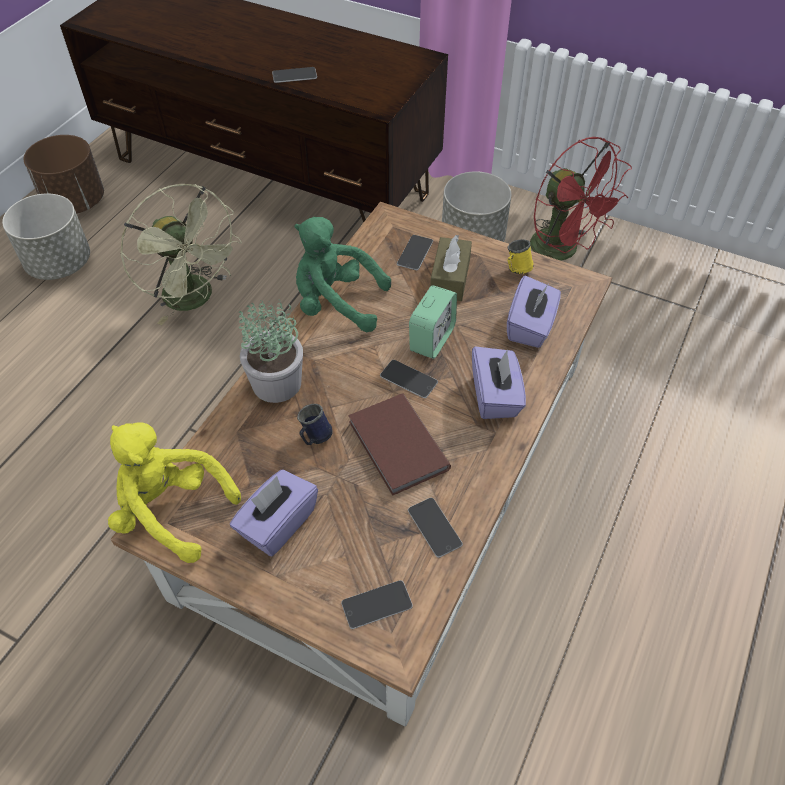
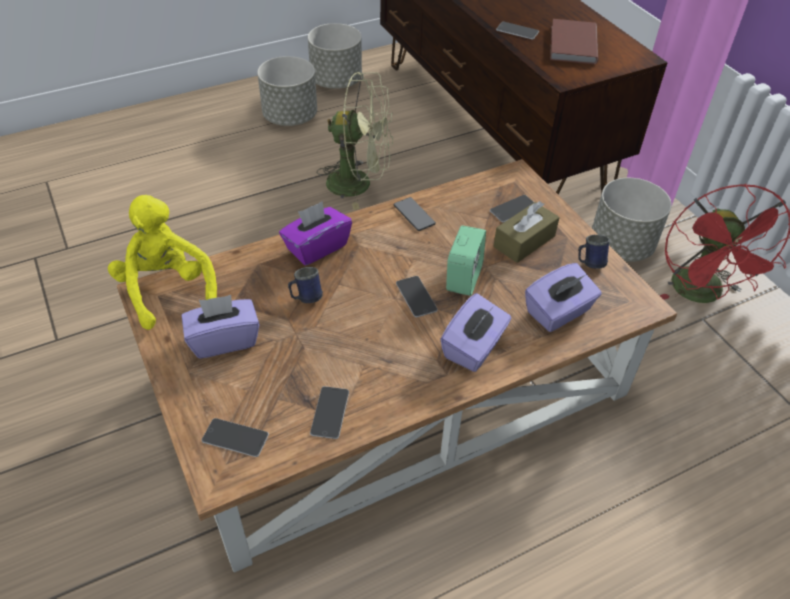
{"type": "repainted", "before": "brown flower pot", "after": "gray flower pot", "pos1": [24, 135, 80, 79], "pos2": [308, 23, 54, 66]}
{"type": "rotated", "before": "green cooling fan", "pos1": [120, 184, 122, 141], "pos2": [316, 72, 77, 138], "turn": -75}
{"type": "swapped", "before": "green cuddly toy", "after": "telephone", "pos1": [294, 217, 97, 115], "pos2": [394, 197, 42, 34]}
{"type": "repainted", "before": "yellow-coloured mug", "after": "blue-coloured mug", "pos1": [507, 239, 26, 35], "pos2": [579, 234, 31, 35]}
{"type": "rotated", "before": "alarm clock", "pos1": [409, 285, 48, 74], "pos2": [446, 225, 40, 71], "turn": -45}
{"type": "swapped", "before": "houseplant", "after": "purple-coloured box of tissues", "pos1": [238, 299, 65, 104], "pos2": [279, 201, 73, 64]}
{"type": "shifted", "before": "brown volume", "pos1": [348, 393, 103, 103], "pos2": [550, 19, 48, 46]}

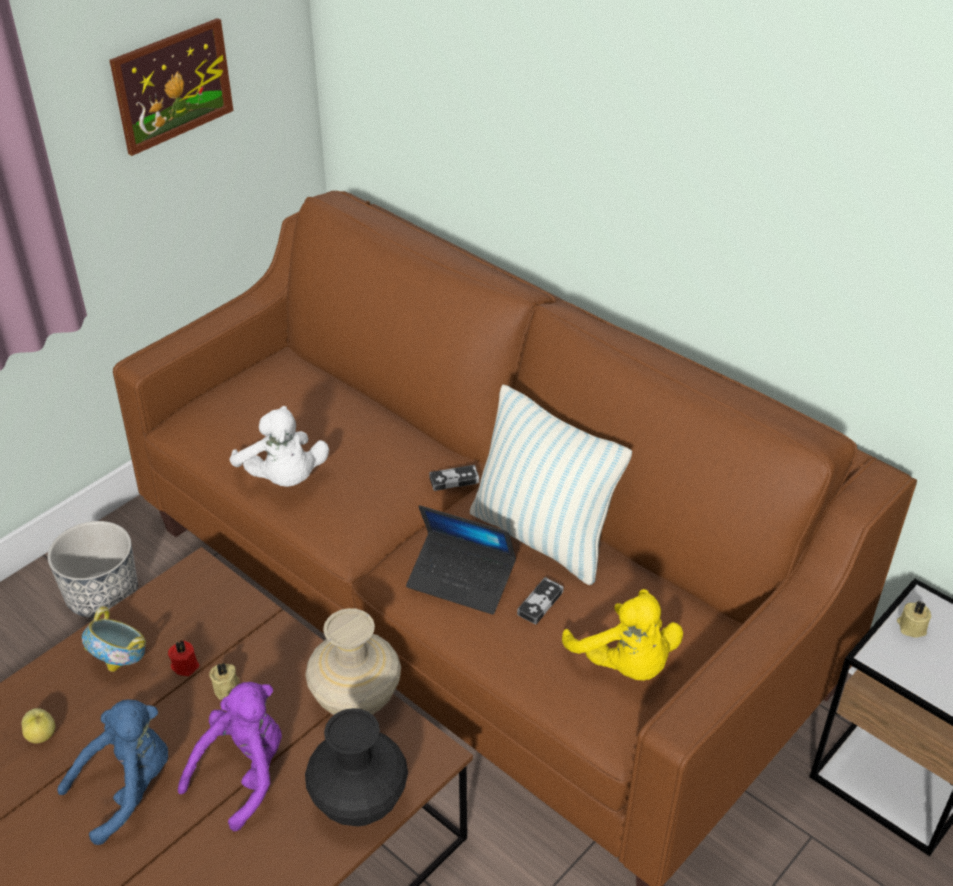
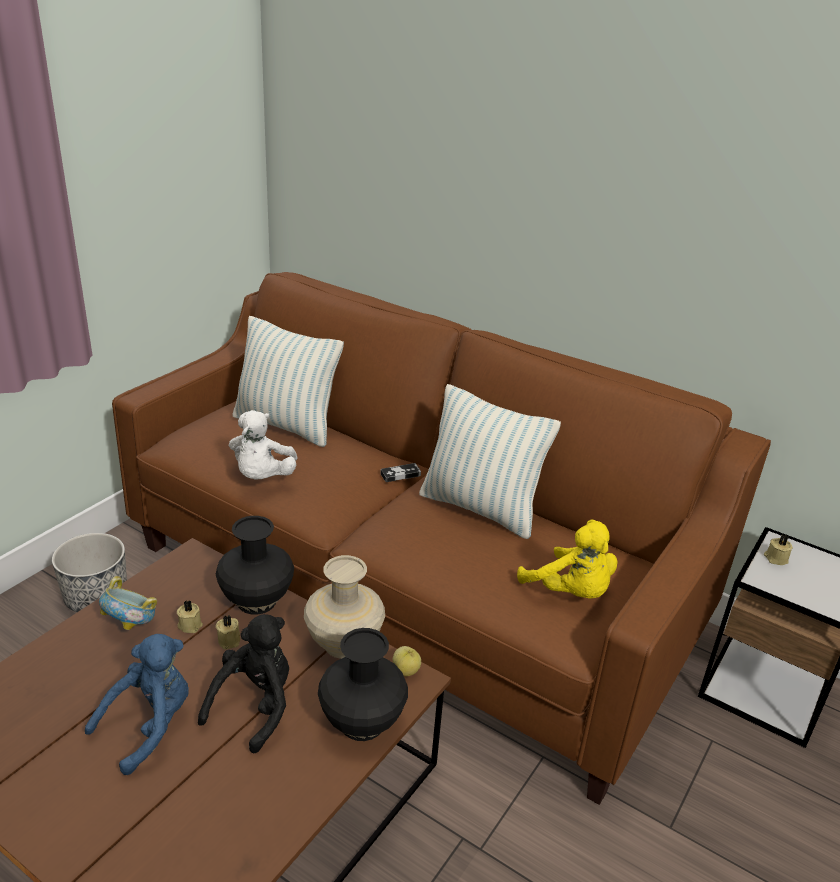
{"type": "gone", "before": "wall picture", "pos1": [109, 18, 124, 138]}
{"type": "rotated", "before": "white cuddly toy", "pos1": [229, 406, 100, 81], "pos2": [229, 410, 69, 69], "turn": 45}
{"type": "gone", "before": "portable computer", "pos1": [406, 505, 110, 110]}
{"type": "gone", "before": "game controller", "pos1": [517, 577, 47, 47]}
{"type": "repainted", "before": "red wax candle", "after": "sand-coloured wax candle", "pos1": [168, 640, 31, 36], "pos2": [177, 600, 26, 33]}
{"type": "repainted", "before": "purple-coloured cuddly toy", "after": "blackish cuddly toy", "pos1": [178, 682, 104, 149], "pos2": [198, 614, 91, 139]}
{"type": "shifted", "before": "apple fruit", "pos1": [22, 708, 33, 36], "pos2": [393, 646, 28, 30]}
{"type": "new", "after": "cushion", "pos2": [232, 316, 112, 131]}
{"type": "new", "after": "blackish decorative vase", "pos2": [216, 516, 78, 99]}

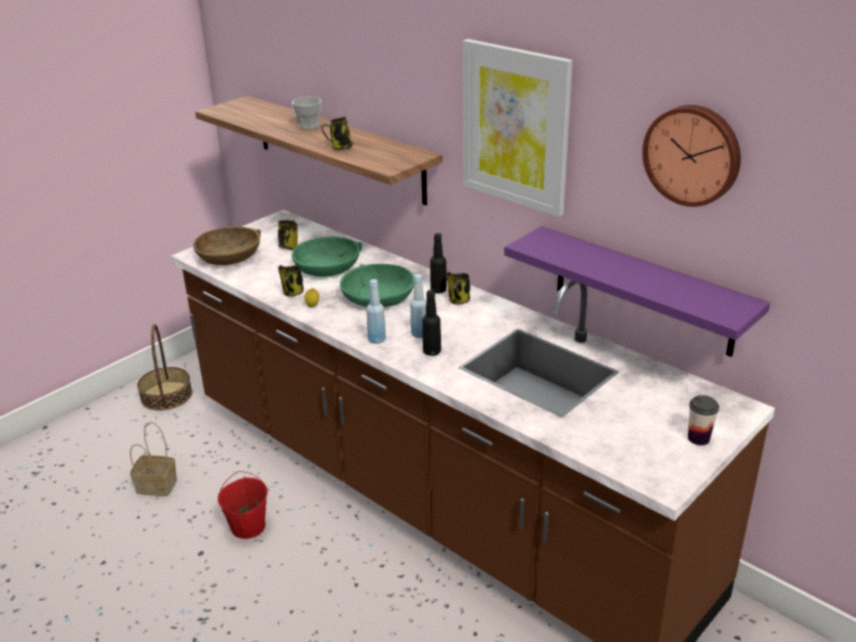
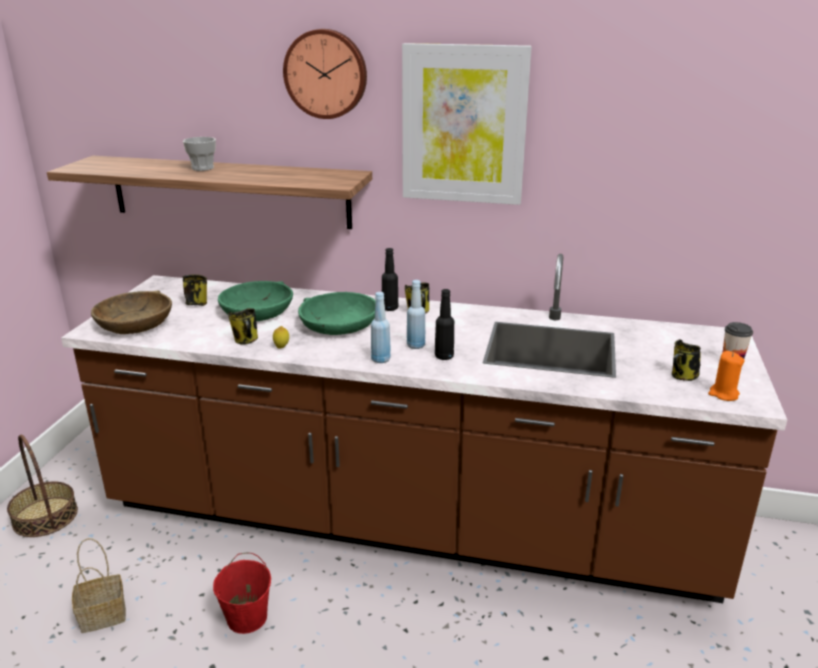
{"type": "shifted", "before": "clock on the wall", "pos1": [642, 105, 99, 102], "pos2": [283, 29, 84, 90]}
{"type": "shifted", "before": "mug", "pos1": [321, 117, 32, 33], "pos2": [672, 339, 29, 42]}
{"type": "gone", "before": "purple-coloured wall shelf", "pos1": [504, 226, 266, 131]}
{"type": "new", "after": "orangey wax candle", "pos2": [708, 351, 37, 50]}

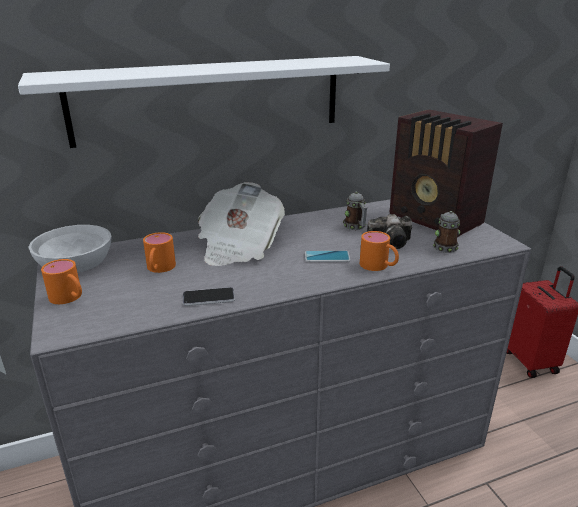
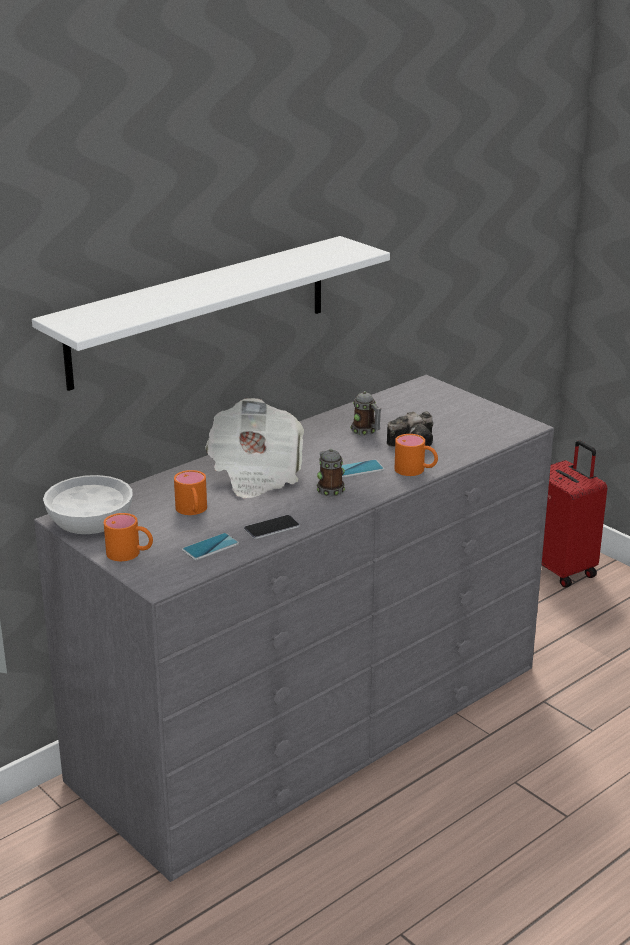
{"type": "gone", "before": "radio", "pos1": [389, 110, 114, 127]}
{"type": "shifted", "before": "mug", "pos1": [433, 211, 27, 42], "pos2": [317, 449, 28, 48]}
{"type": "new", "after": "telephone", "pos2": [182, 533, 57, 27]}

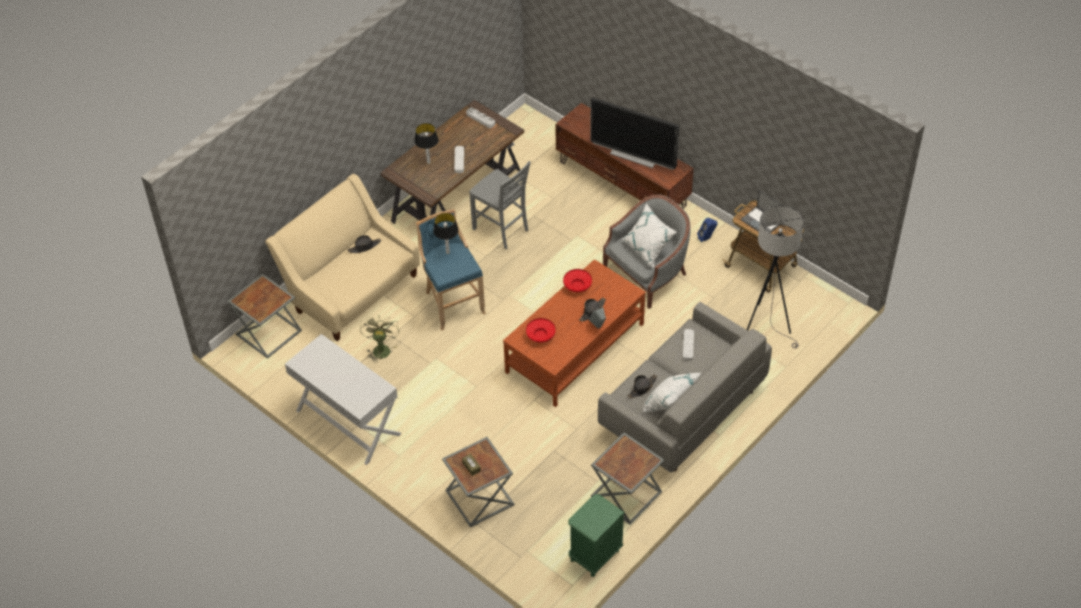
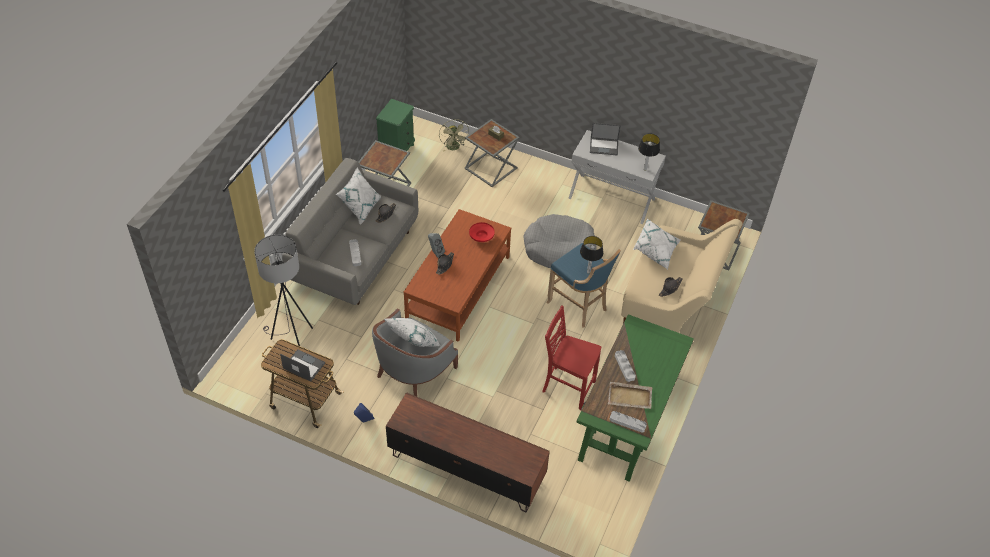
{"type": "gone", "before": "TV set", "pos1": [590, 97, 89, 73]}
{"type": "repainted", "before": "brown desk", "after": "green desk", "pos1": [380, 100, 144, 124], "pos2": [576, 314, 118, 168]}
{"type": "shifted", "before": "table lamp", "pos1": [415, 123, 24, 41], "pos2": [638, 134, 22, 37]}
{"type": "repainted", "before": "gray plain chair", "after": "red plain chair", "pos1": [469, 161, 62, 88], "pos2": [542, 305, 59, 105]}
{"type": "gone", "before": "red serving bowl", "pos1": [563, 269, 29, 23]}
{"type": "shifted", "before": "green cooling fan", "pos1": [360, 315, 39, 48], "pos2": [439, 119, 30, 33]}
{"type": "new", "after": "portable computer", "pos2": [590, 123, 31, 33]}
{"type": "new", "after": "gray dog cushion", "pos2": [523, 214, 74, 54]}
{"type": "new", "after": "white cushion", "pos2": [633, 219, 48, 51]}
{"type": "new", "after": "sand-coloured carrying tray", "pos2": [608, 382, 44, 27]}

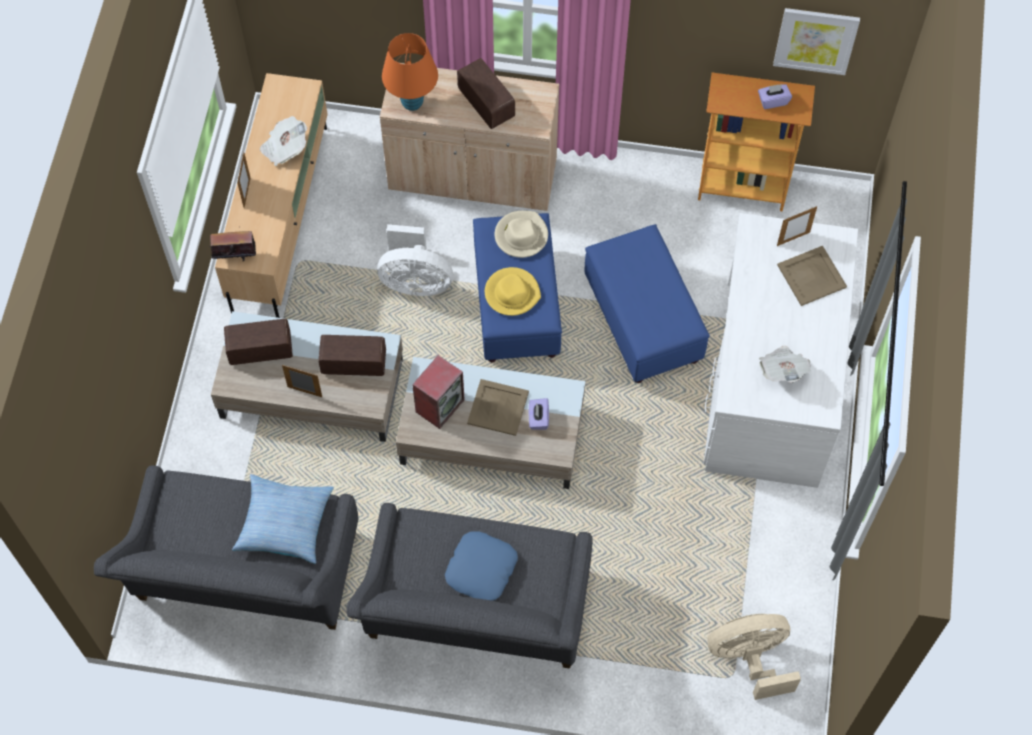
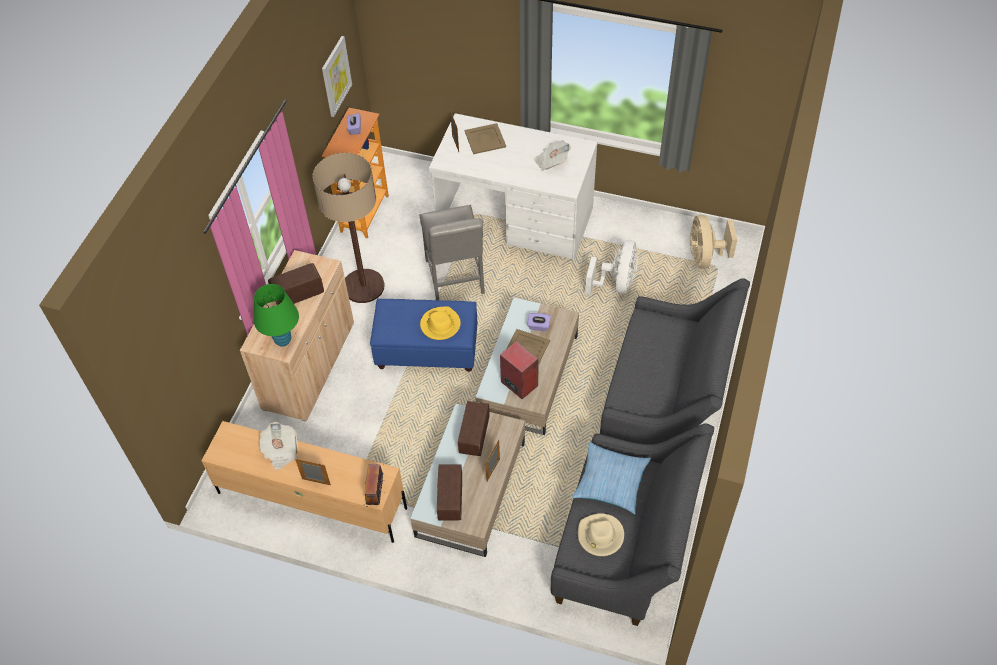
{"type": "repainted", "before": "orangey table lamp", "after": "green table lamp", "pos1": [382, 33, 56, 78], "pos2": [254, 284, 45, 63]}
{"type": "shifted", "before": "sand-coloured hat", "pos1": [495, 211, 53, 47], "pos2": [578, 513, 46, 43]}
{"type": "shifted", "before": "white cooling fan", "pos1": [377, 224, 76, 72], "pos2": [585, 240, 53, 56]}
{"type": "swapped", "before": "blue-coloured pouffe", "after": "gray plain chair", "pos1": [585, 224, 125, 159], "pos2": [420, 205, 65, 95]}
{"type": "gone", "before": "blue-coloured cushion", "pos1": [445, 532, 73, 69]}
{"type": "new", "after": "floor lamp", "pos2": [313, 153, 72, 150]}

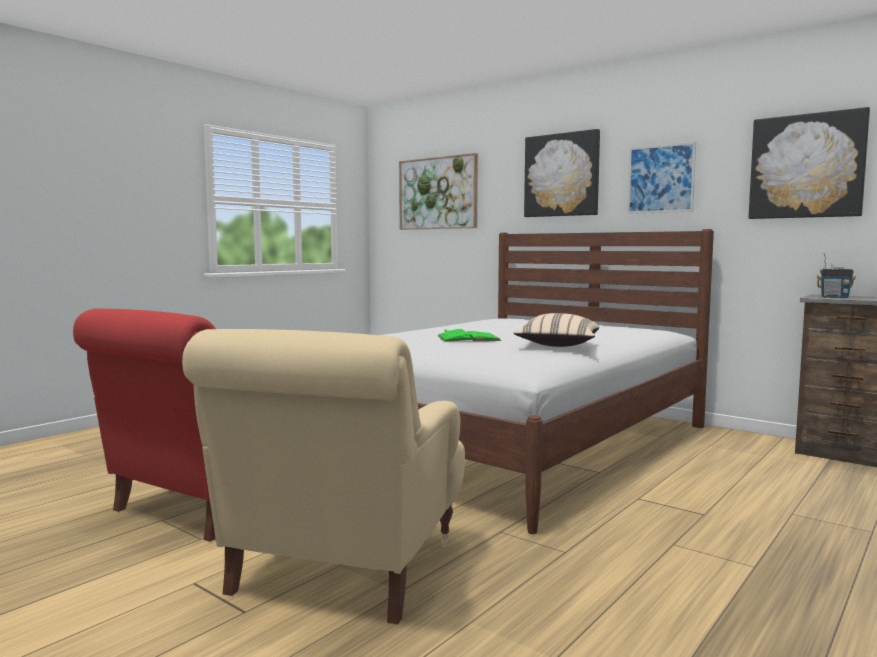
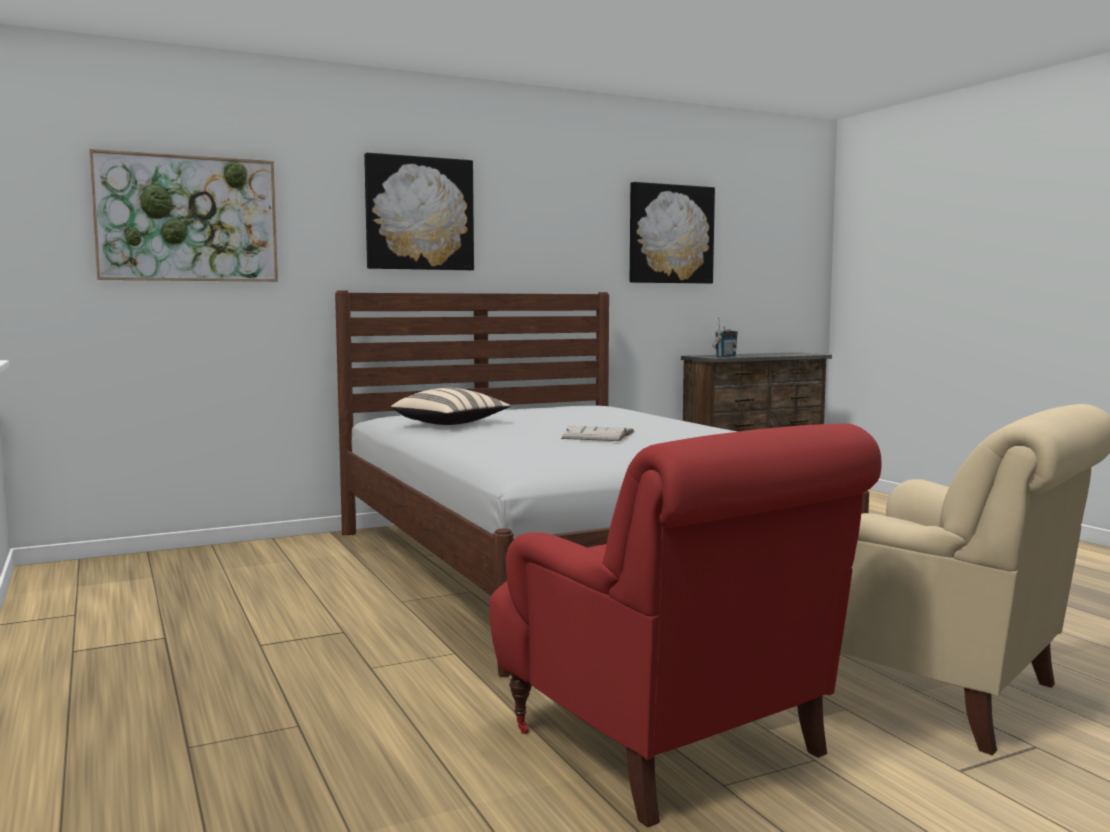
{"type": "gone", "before": "wall picture", "pos1": [627, 141, 69, 73]}
{"type": "shifted", "before": "sand-coloured cushion", "pos1": [514, 313, 85, 34], "pos2": [391, 388, 120, 37]}
{"type": "repainted", "before": "green volume", "after": "white volume", "pos1": [437, 329, 64, 13], "pos2": [561, 426, 73, 15]}

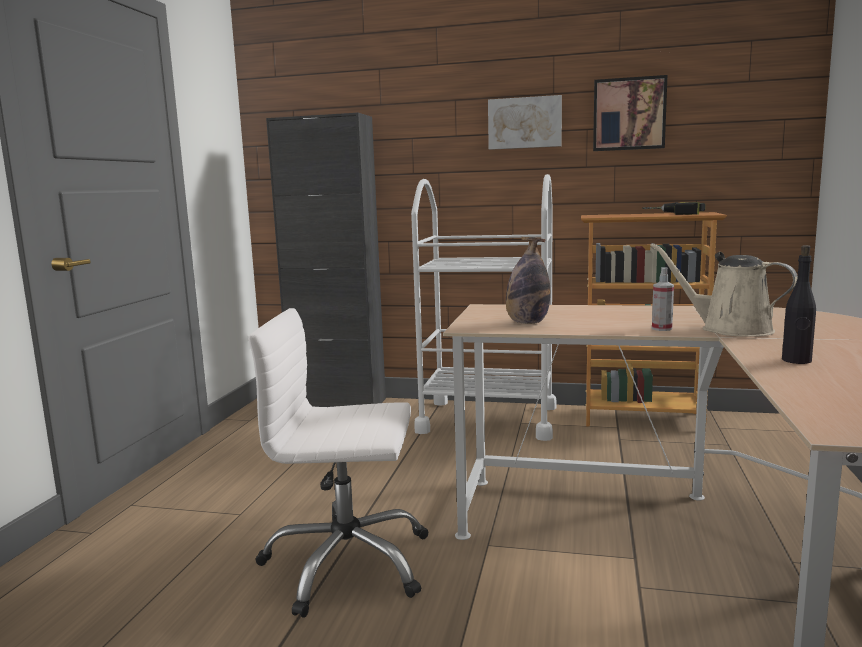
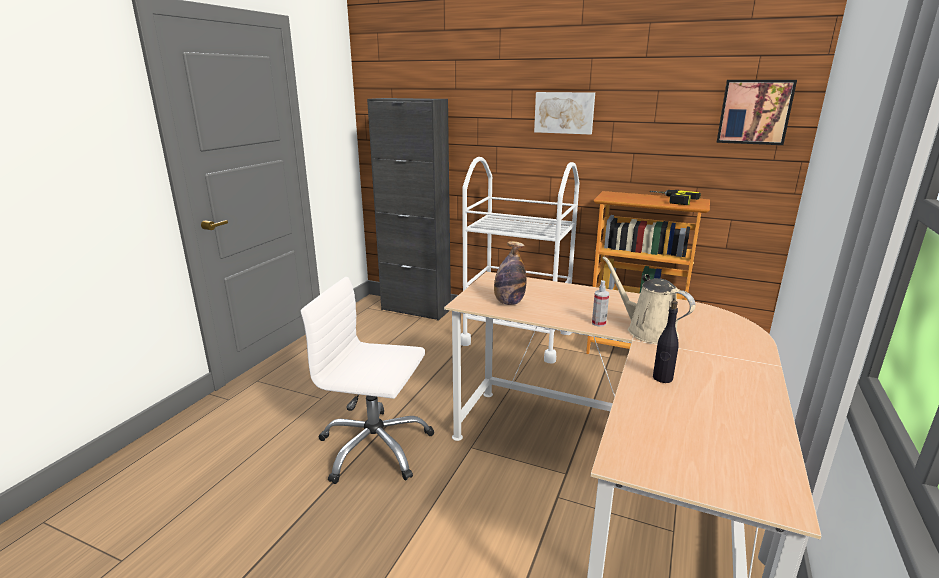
{"type": "shifted", "before": "wall picture", "pos1": [593, 75, 74, 76], "pos2": [717, 80, 80, 65]}

